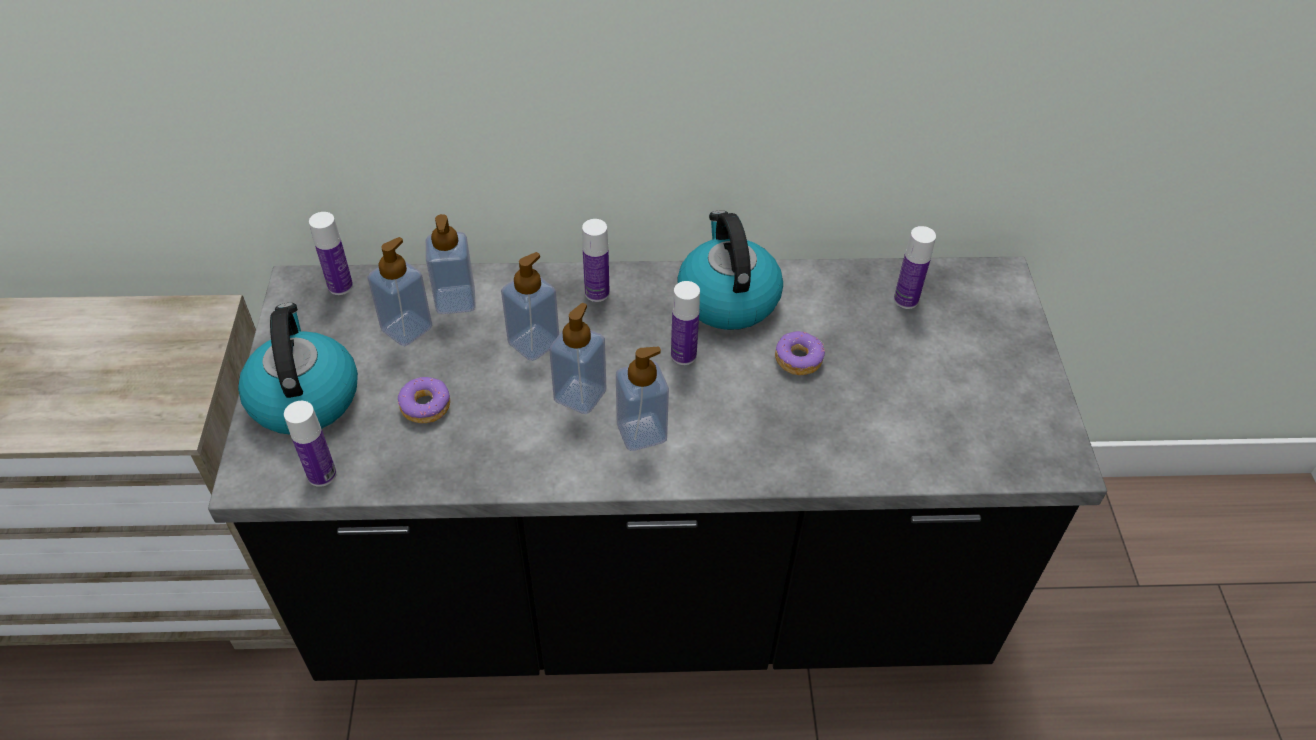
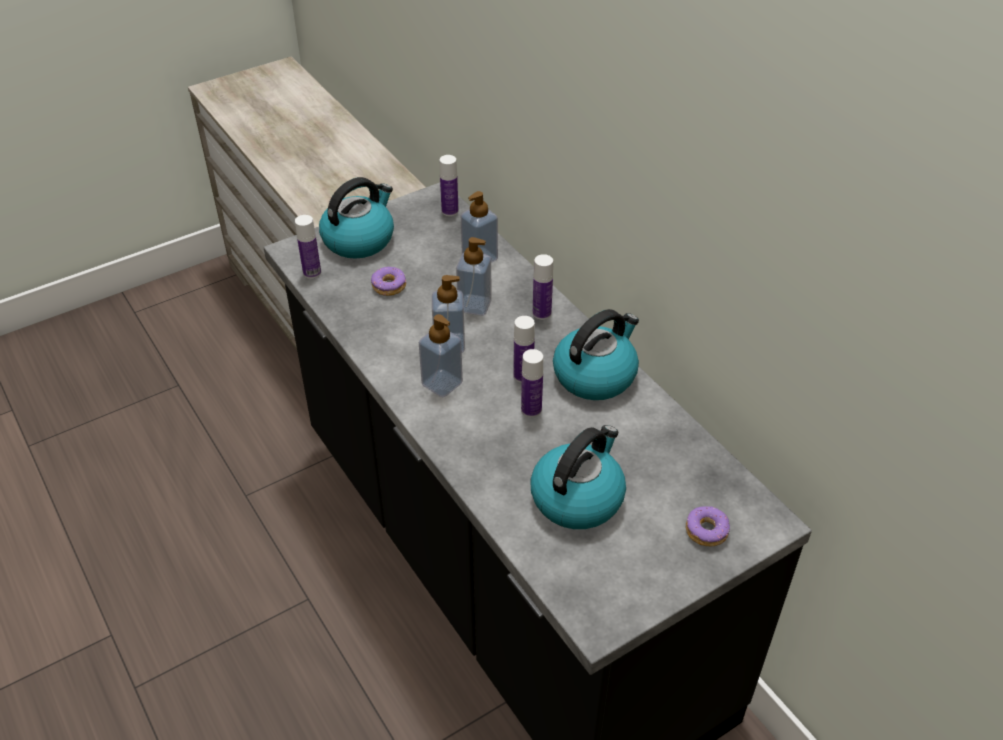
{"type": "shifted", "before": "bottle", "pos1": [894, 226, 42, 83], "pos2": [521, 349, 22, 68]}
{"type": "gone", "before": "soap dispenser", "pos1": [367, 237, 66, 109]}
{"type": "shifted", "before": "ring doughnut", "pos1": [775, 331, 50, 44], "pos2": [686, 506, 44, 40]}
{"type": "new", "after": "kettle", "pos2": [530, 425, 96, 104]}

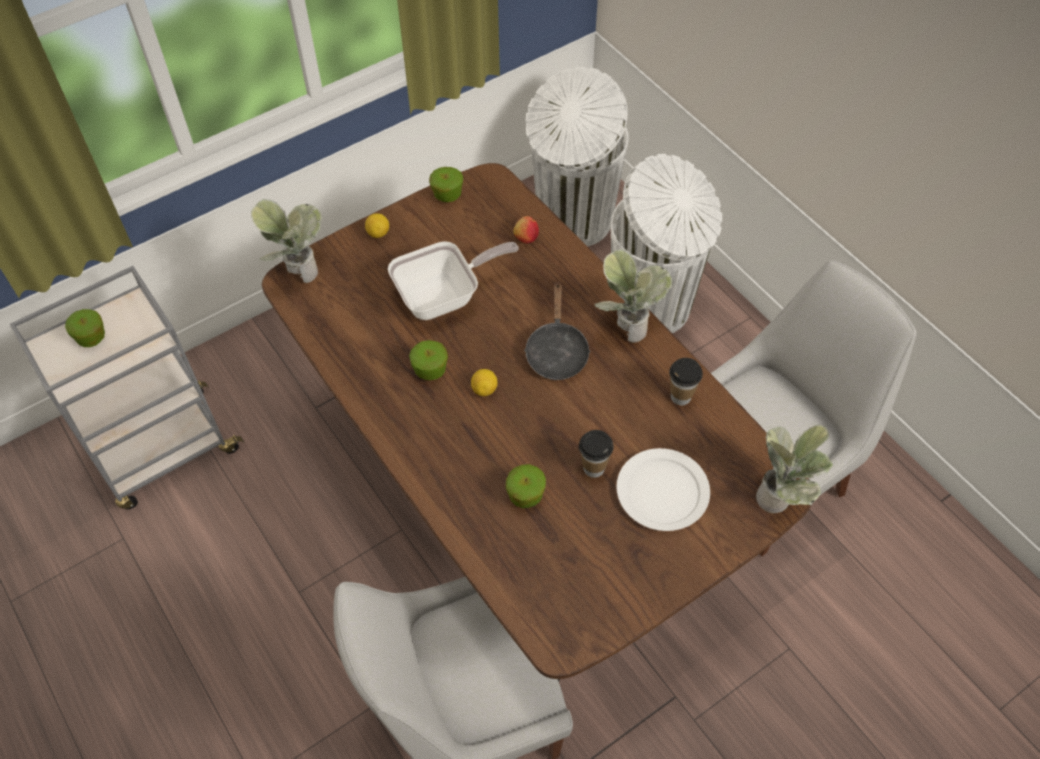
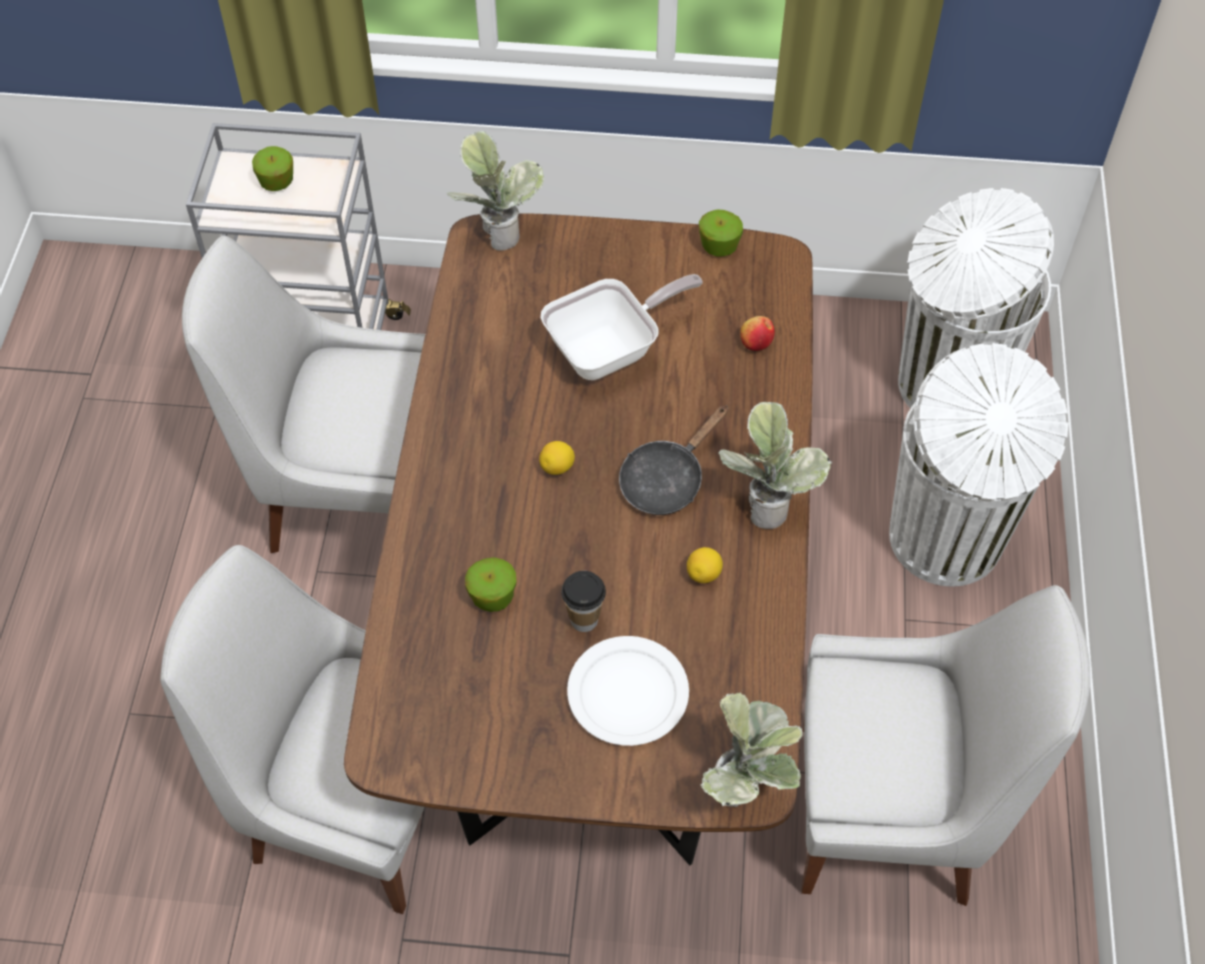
{"type": "shifted", "before": "whole lemon", "pos1": [365, 213, 24, 25], "pos2": [687, 547, 36, 36]}
{"type": "rotated", "before": "pan", "pos1": [388, 241, 131, 79], "pos2": [541, 274, 162, 106], "turn": -45}
{"type": "gone", "before": "apple fruit", "pos1": [409, 340, 39, 40]}
{"type": "gone", "before": "drinking cup", "pos1": [669, 358, 34, 47]}
{"type": "new", "after": "white plain chair", "pos2": [182, 236, 243, 317]}

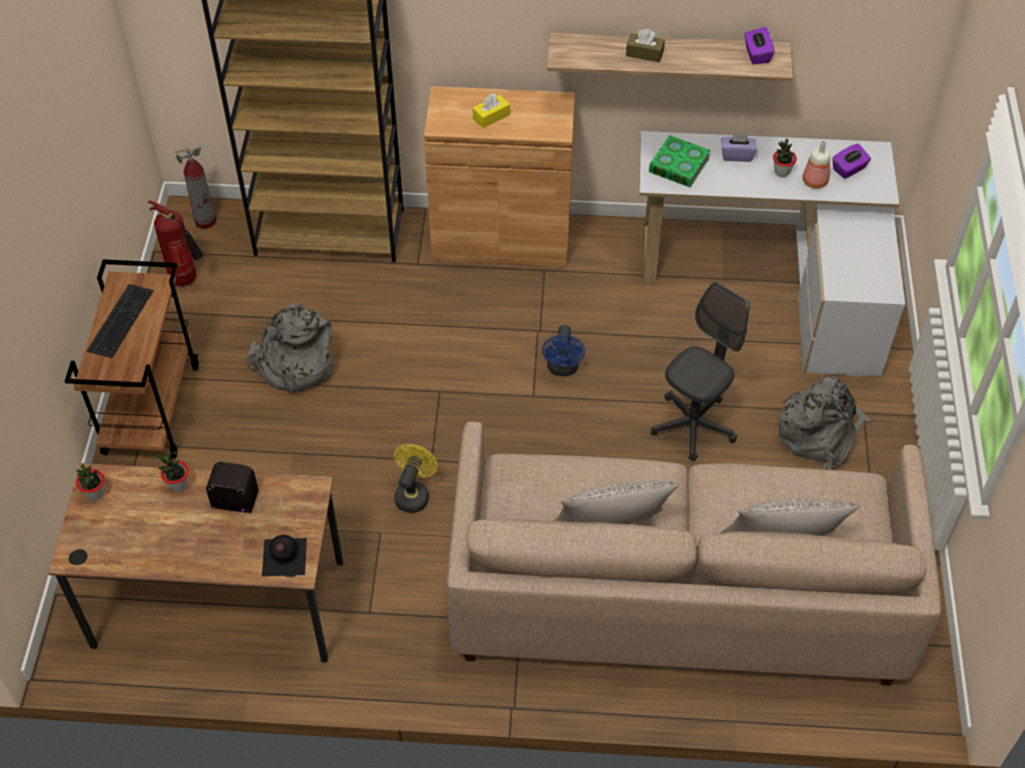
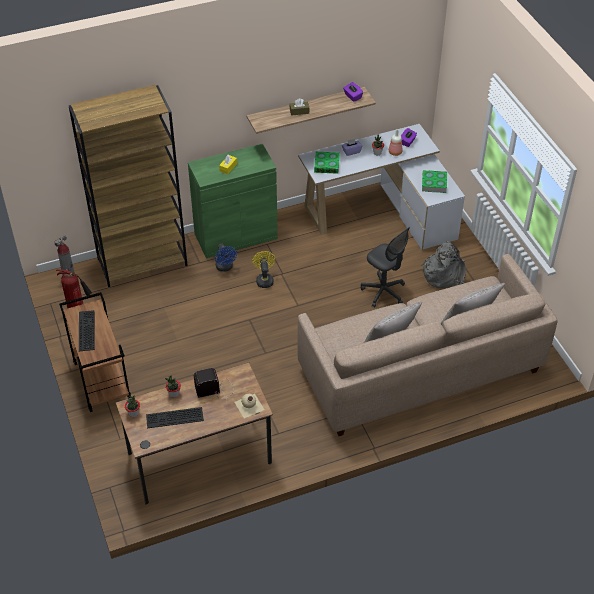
{"type": "repainted", "before": "brown storage cabinet", "after": "green storage cabinet", "pos1": [424, 86, 151, 181], "pos2": [188, 144, 90, 114]}
{"type": "rotated", "before": "gray computer chair", "pos1": [651, 282, 99, 180], "pos2": [361, 227, 49, 80], "turn": 120}
{"type": "gone", "before": "gray knapsack", "pos1": [246, 303, 88, 90]}
{"type": "shifted", "before": "blue-coloured cooling fan", "pos1": [542, 325, 43, 51], "pos2": [215, 243, 22, 29]}
{"type": "shifted", "before": "yellow-coloured cooling fan", "pos1": [394, 444, 44, 69], "pos2": [252, 251, 23, 37]}
{"type": "repainted", "before": "blackish bottle", "after": "sand-coloured bottle", "pos1": [262, 535, 45, 42], "pos2": [235, 394, 29, 24]}
{"type": "new", "after": "volume", "pos2": [422, 170, 25, 23]}
{"type": "new", "after": "keyboard", "pos2": [146, 407, 58, 21]}

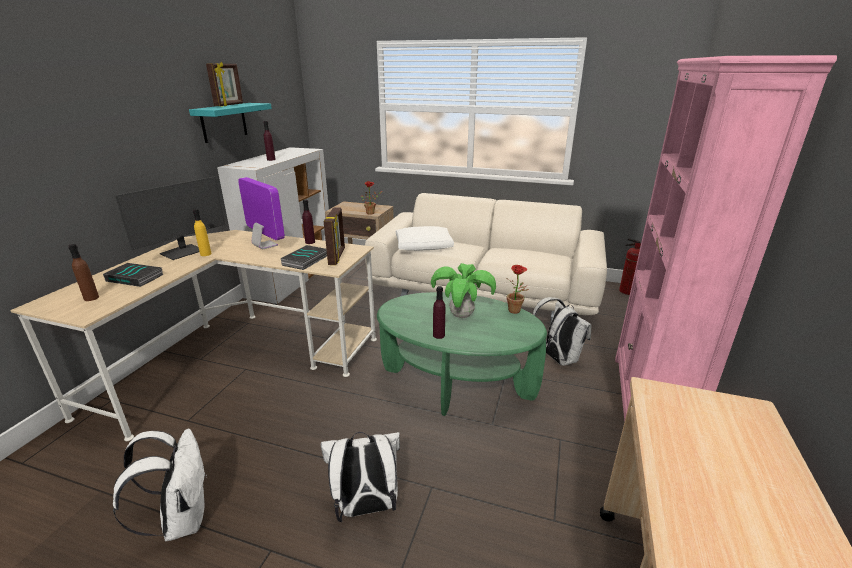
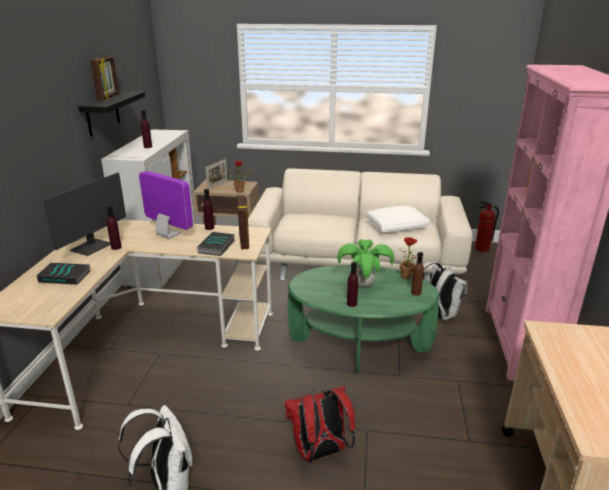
{"type": "repainted", "before": "turquoise-coloured wall shelf", "after": "blackish wall shelf", "pos1": [189, 103, 83, 40], "pos2": [78, 91, 67, 45]}
{"type": "repainted", "before": "yellow-coloured bottle", "after": "purple-coloured bottle", "pos1": [193, 209, 19, 47], "pos2": [106, 206, 15, 44]}
{"type": "shifted", "before": "white cushion", "pos1": [396, 226, 58, 25], "pos2": [366, 206, 65, 26]}
{"type": "shifted", "before": "brown bottle", "pos1": [68, 244, 31, 57], "pos2": [411, 252, 13, 44]}
{"type": "repainted", "before": "white knapsack", "after": "red knapsack", "pos1": [321, 432, 79, 90], "pos2": [284, 386, 72, 77]}
{"type": "new", "after": "photo frame", "pos2": [206, 159, 22, 31]}

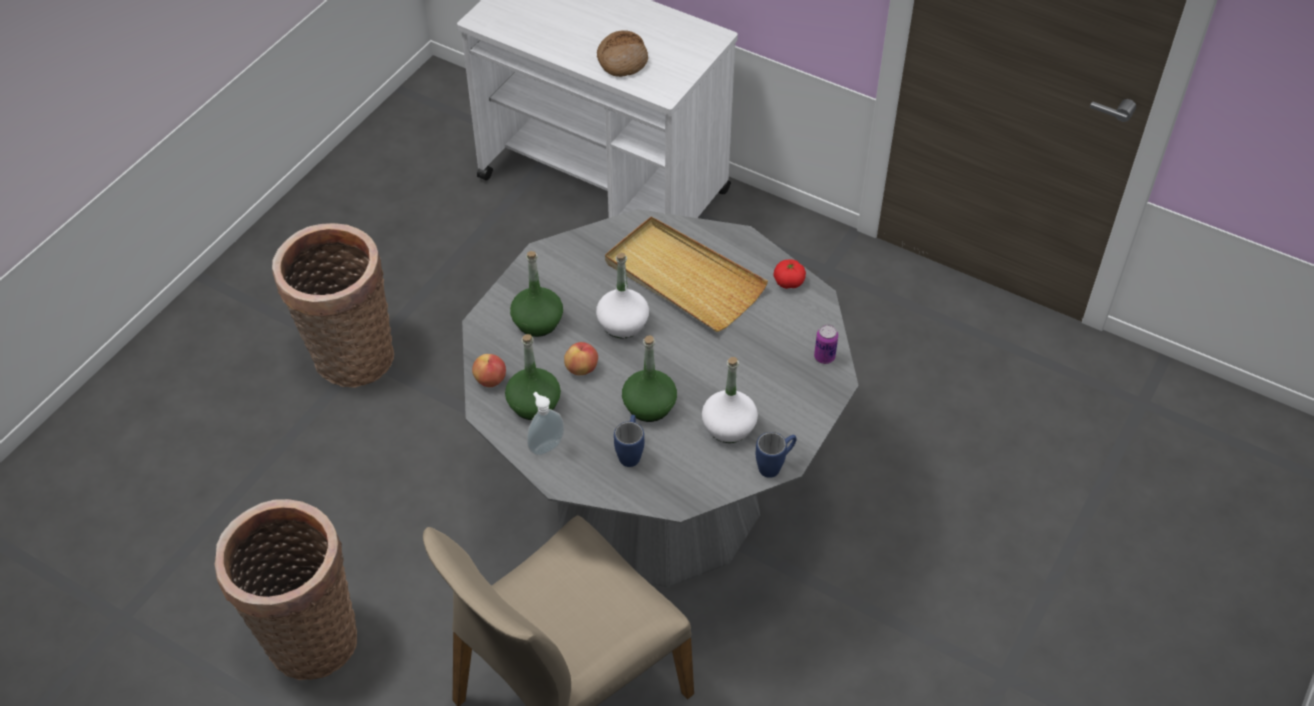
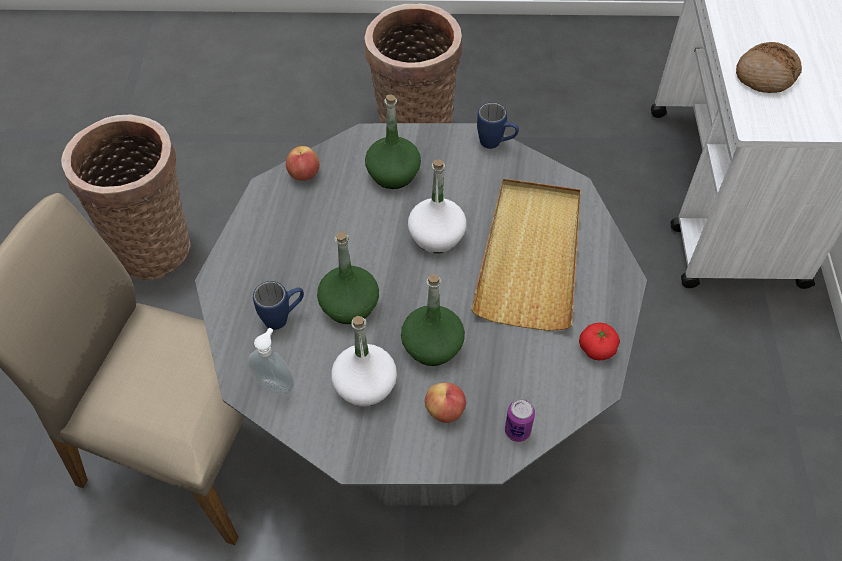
{"type": "shifted", "before": "green bottle", "pos1": [505, 334, 56, 86], "pos2": [401, 274, 64, 92]}
{"type": "shifted", "before": "apple fruit", "pos1": [564, 342, 34, 33], "pos2": [425, 382, 41, 41]}
{"type": "shifted", "before": "soap dispenser", "pos1": [527, 392, 37, 64], "pos2": [248, 328, 46, 67]}
{"type": "shifted", "before": "blue-coloured mug", "pos1": [756, 432, 41, 46], "pos2": [477, 102, 42, 47]}

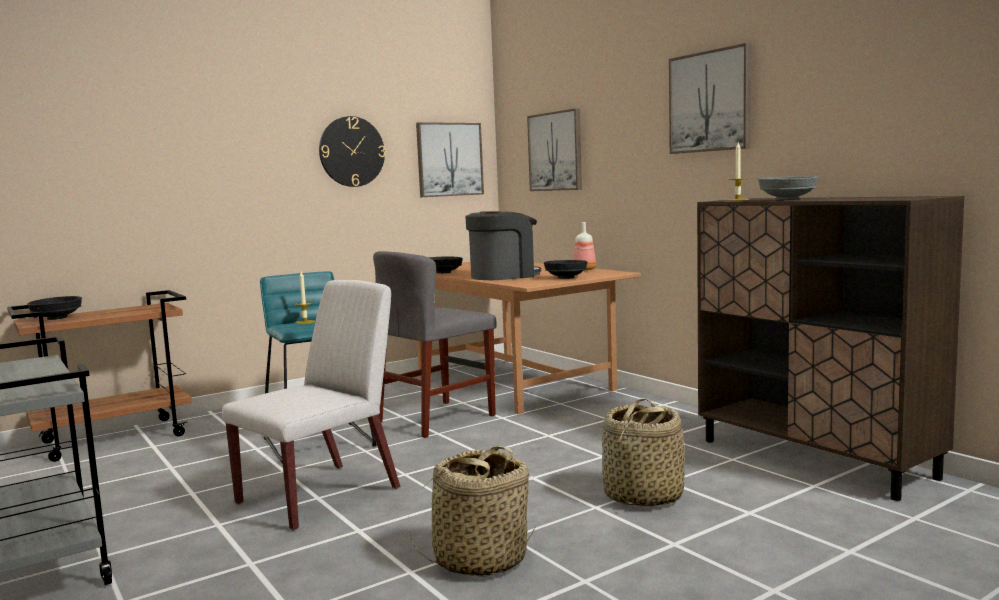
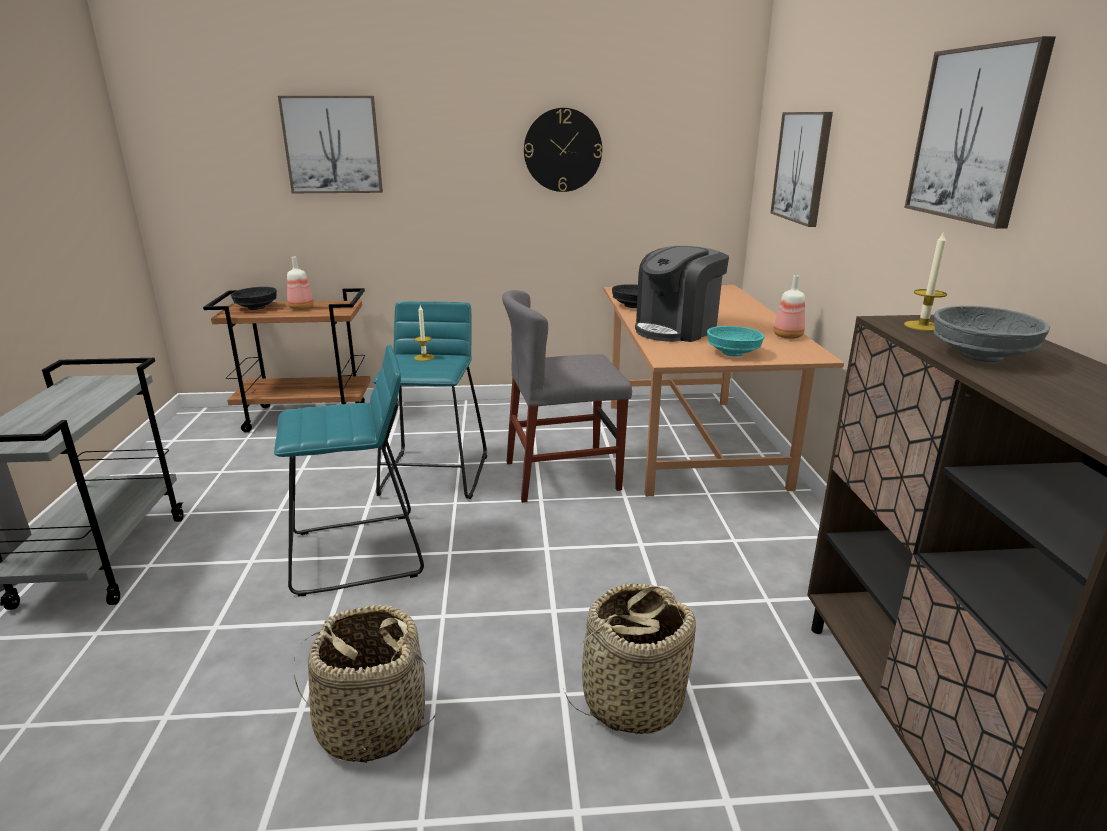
{"type": "shifted", "before": "wall picture", "pos1": [416, 122, 68, 75], "pos2": [278, 96, 105, 97]}
{"type": "rotated", "before": "coffee machine", "pos1": [465, 211, 76, 69], "pos2": [635, 246, 94, 96], "turn": 135}
{"type": "repainted", "before": "blackish serving bowl", "after": "turquoise-coloured serving bowl", "pos1": [544, 260, 43, 19], "pos2": [707, 326, 57, 30]}
{"type": "swapped", "before": "white plain chair", "after": "turquoise-coloured sitting stool", "pos1": [222, 280, 178, 251], "pos2": [274, 345, 150, 251]}
{"type": "new", "after": "bottle", "pos2": [287, 257, 27, 53]}

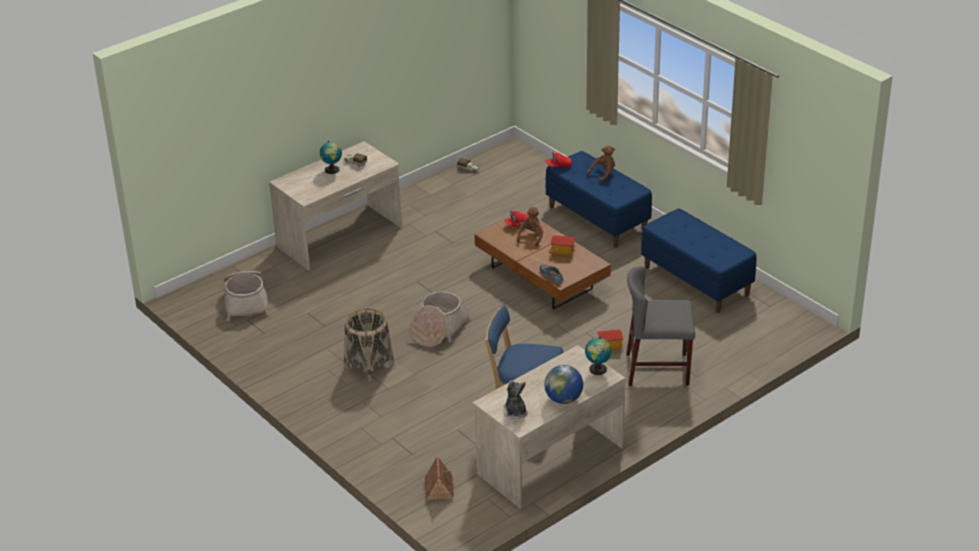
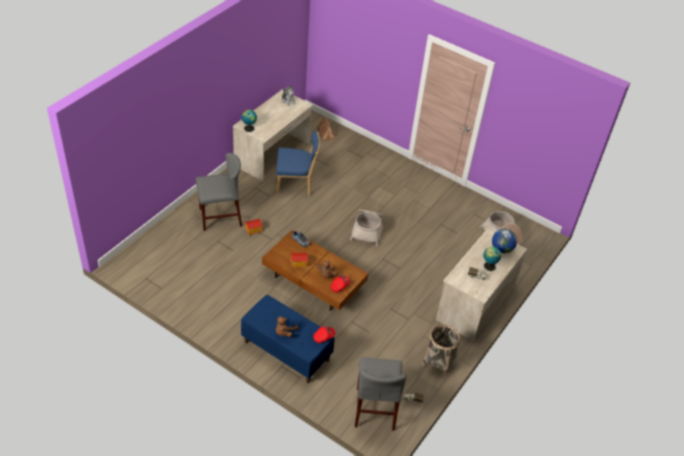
{"type": "gone", "before": "blue-coloured bench", "pos1": [641, 209, 116, 104]}
{"type": "shifted", "before": "basket", "pos1": [344, 309, 50, 73], "pos2": [422, 324, 38, 52]}
{"type": "shifted", "before": "desk globe", "pos1": [544, 365, 39, 39], "pos2": [492, 229, 25, 24]}
{"type": "new", "after": "gray plain chair", "pos2": [355, 357, 51, 74]}

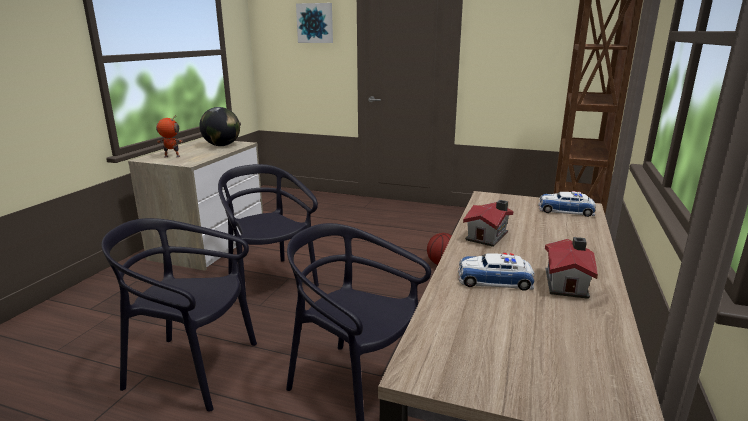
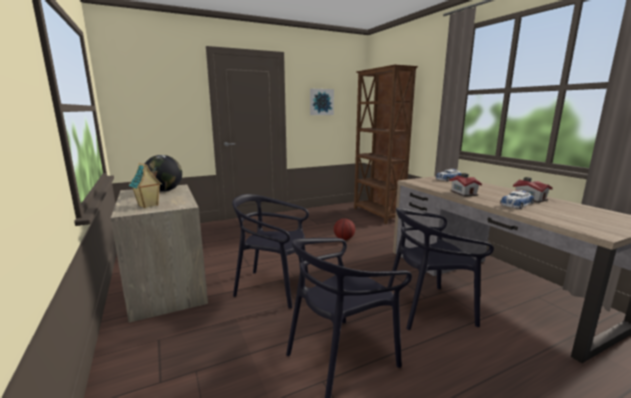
{"type": "shifted", "before": "wall picture", "pos1": [296, 3, 37, 40], "pos2": [310, 89, 24, 26]}
{"type": "swapped", "before": "robot figure", "after": "model house", "pos1": [156, 115, 26, 42], "pos2": [129, 163, 33, 45]}

